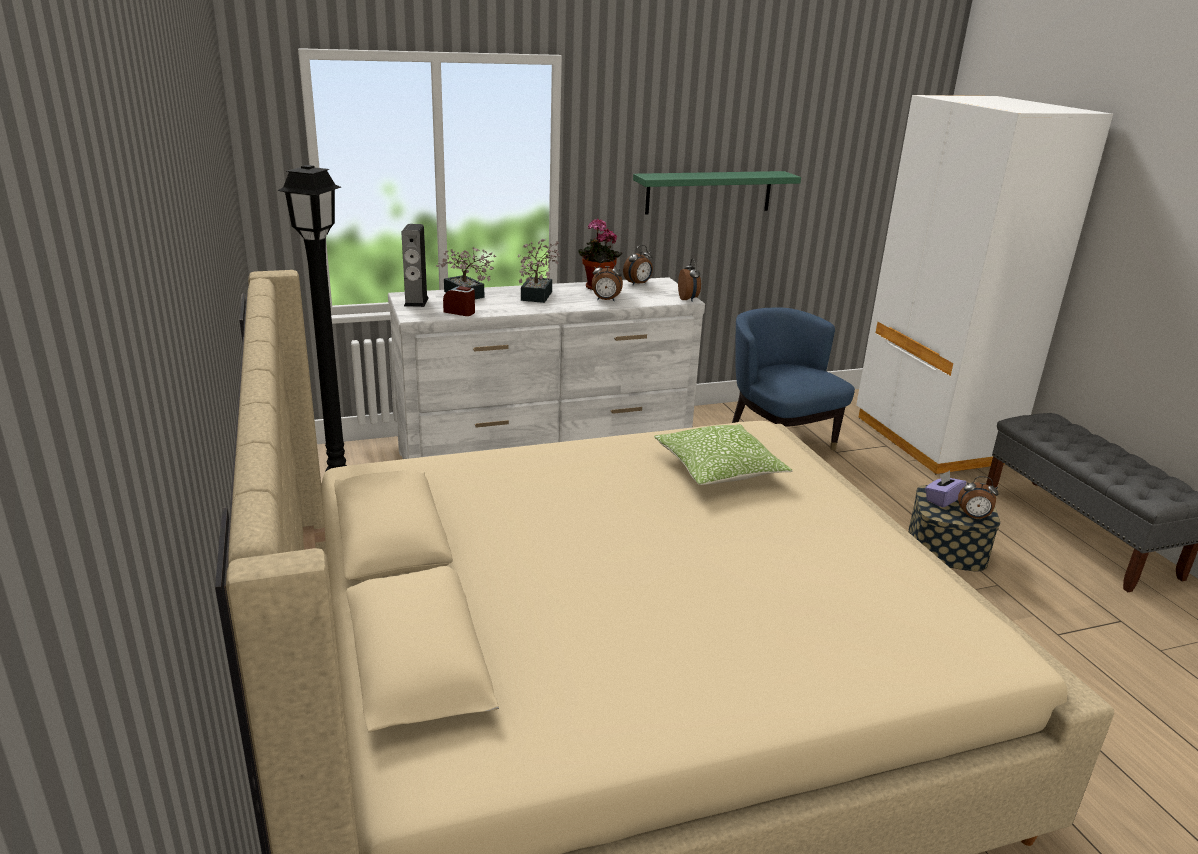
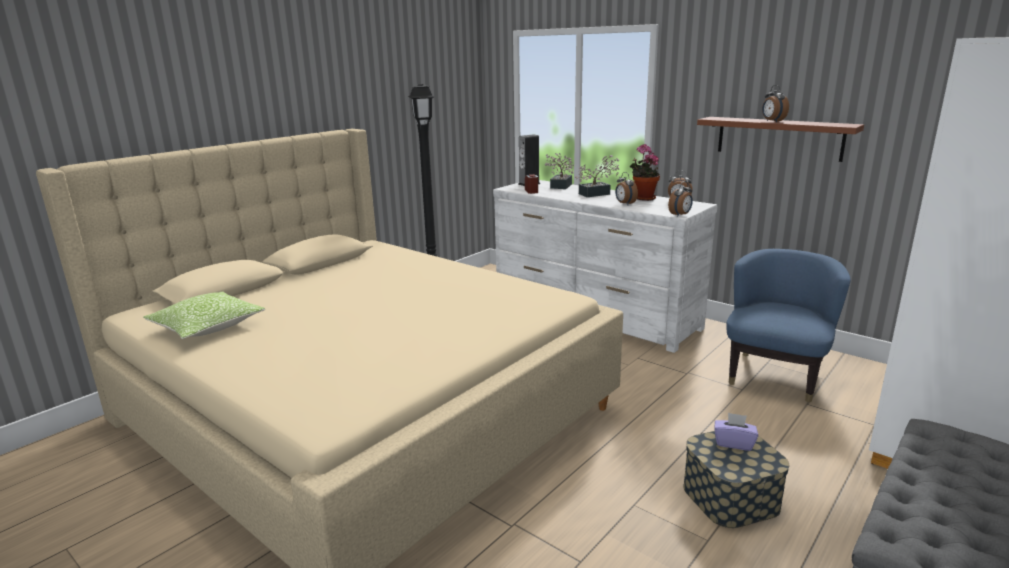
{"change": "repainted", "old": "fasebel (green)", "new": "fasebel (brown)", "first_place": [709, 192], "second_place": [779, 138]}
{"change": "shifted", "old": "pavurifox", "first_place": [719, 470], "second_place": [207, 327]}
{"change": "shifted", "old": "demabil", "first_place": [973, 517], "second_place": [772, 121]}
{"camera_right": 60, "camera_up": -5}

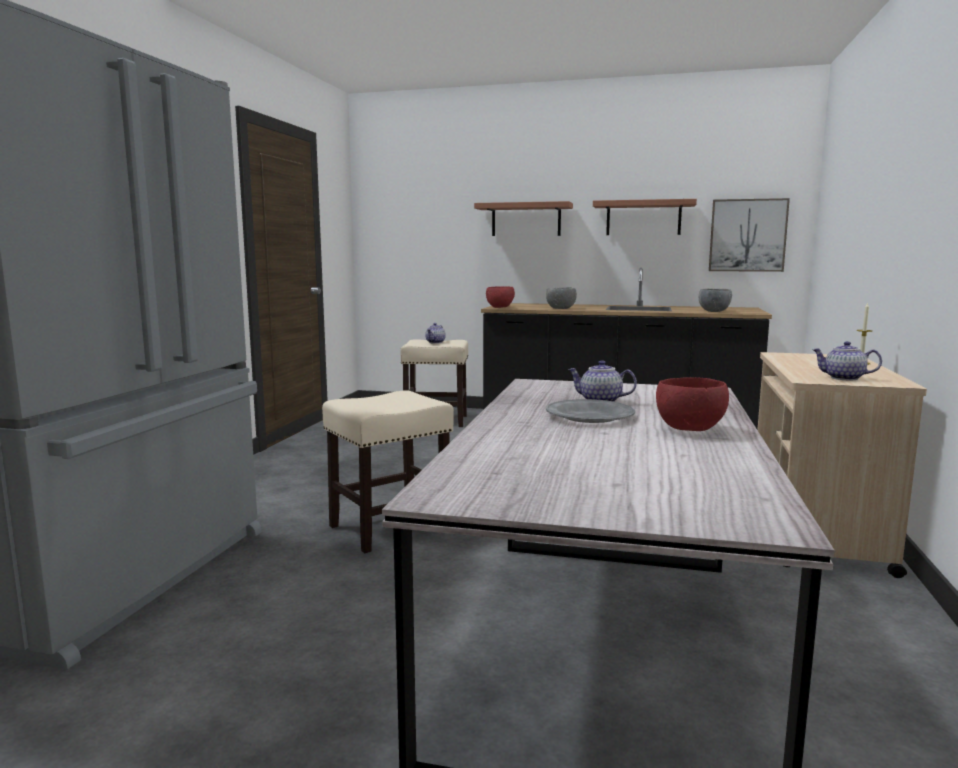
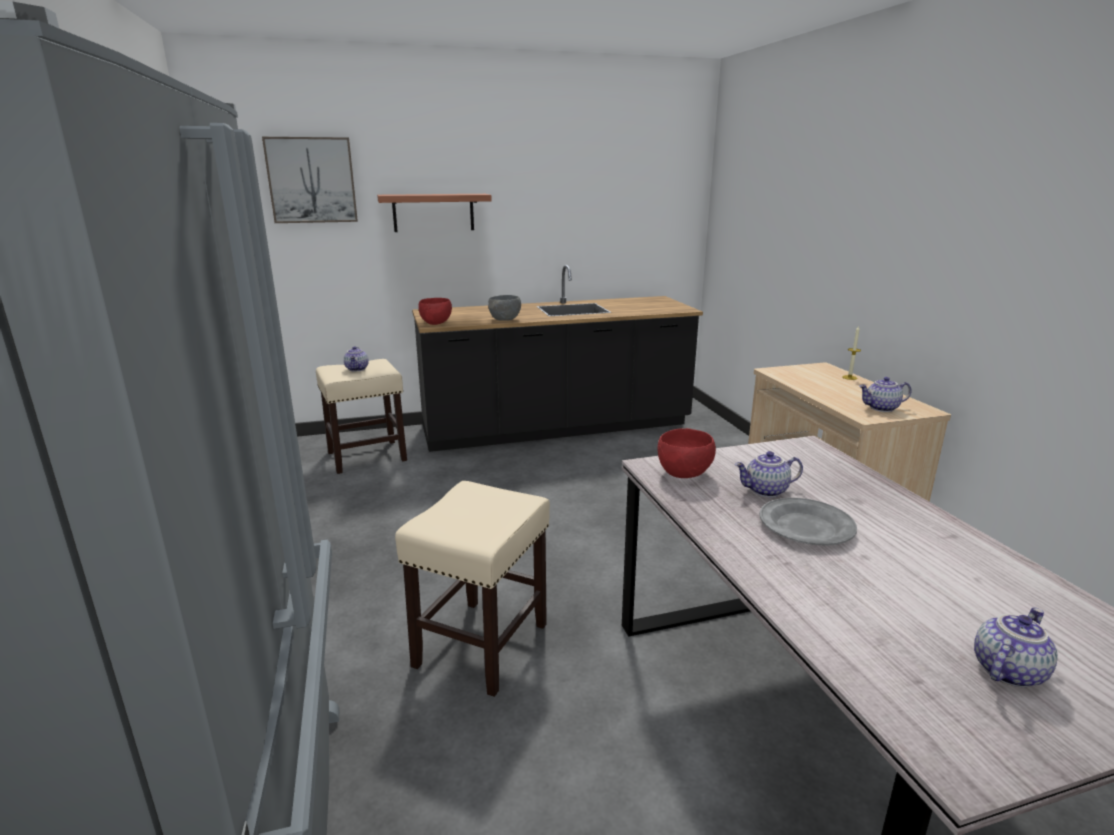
{"change": "gone", "old": "fasebel", "first_place": [643, 218]}
{"change": "shifted", "old": "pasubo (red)", "first_place": [691, 429], "second_place": [685, 474]}
{"change": "gone", "old": "pasubo (grey)", "first_place": [713, 311]}
{"change": "shifted", "old": "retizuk", "first_place": [747, 235], "second_place": [311, 180]}
{"change": "new", "new": "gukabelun", "second_place": [1006, 670]}
{"camera_right": -30, "camera_up": 10}

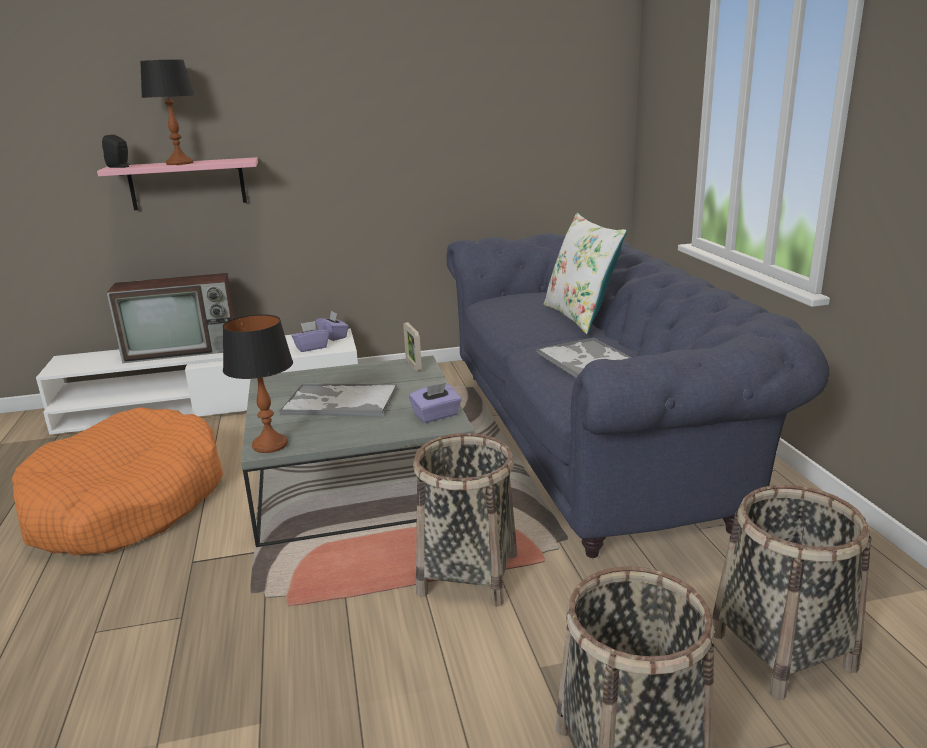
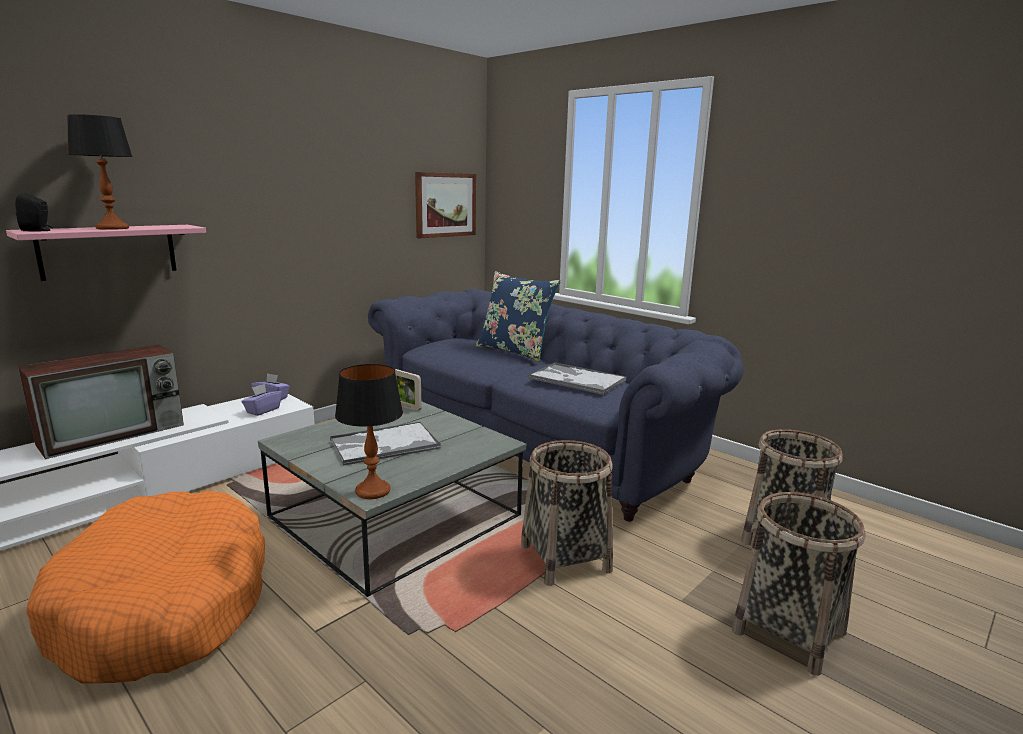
{"change": "gone", "old": "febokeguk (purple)", "first_place": [436, 416]}
{"change": "repainted", "old": "pavurifox (white)", "new": "pavurifox (blue)", "first_place": [580, 316], "second_place": [515, 351]}
{"change": "new", "new": "retizuk", "second_place": [445, 205]}
{"camera_right": -35, "camera_up": -5}

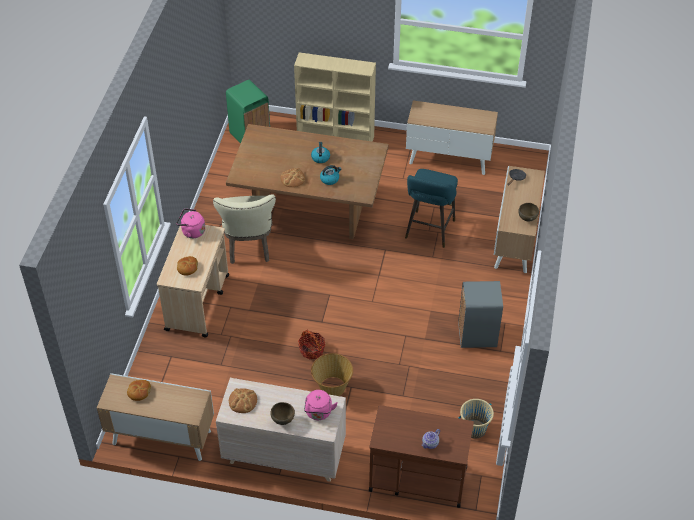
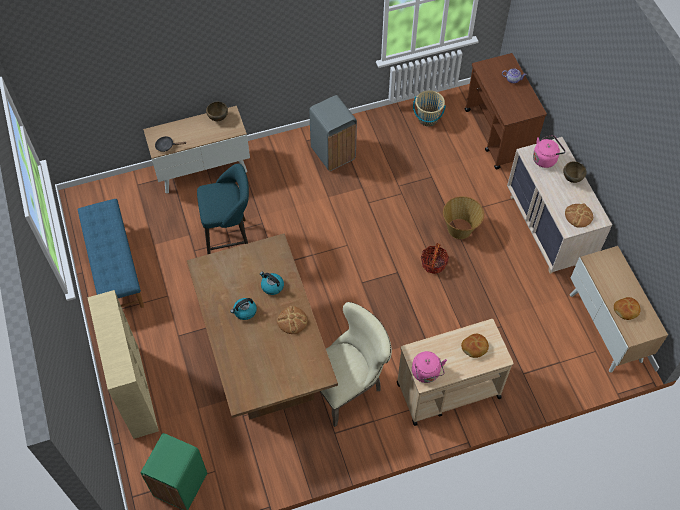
{"change": "swapped", "old": "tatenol", "new": "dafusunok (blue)", "first_place": [449, 158], "second_place": [115, 268]}
{"camera_right": -120, "camera_up": 10}

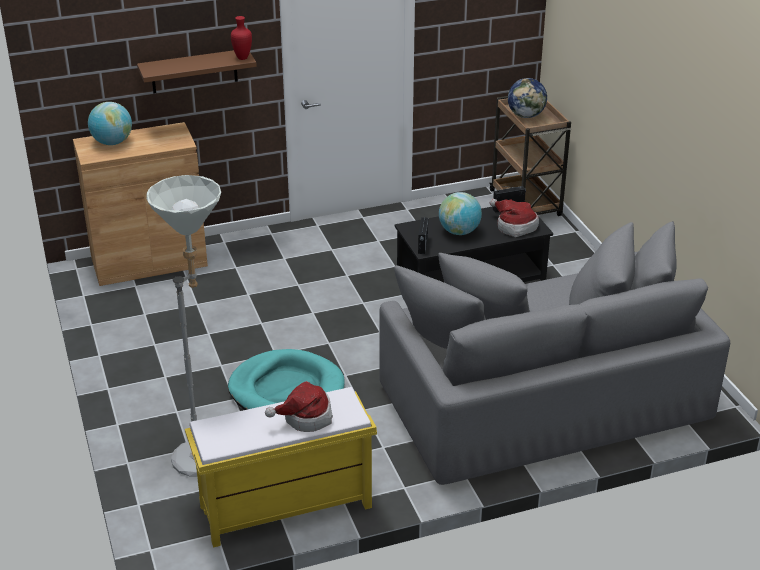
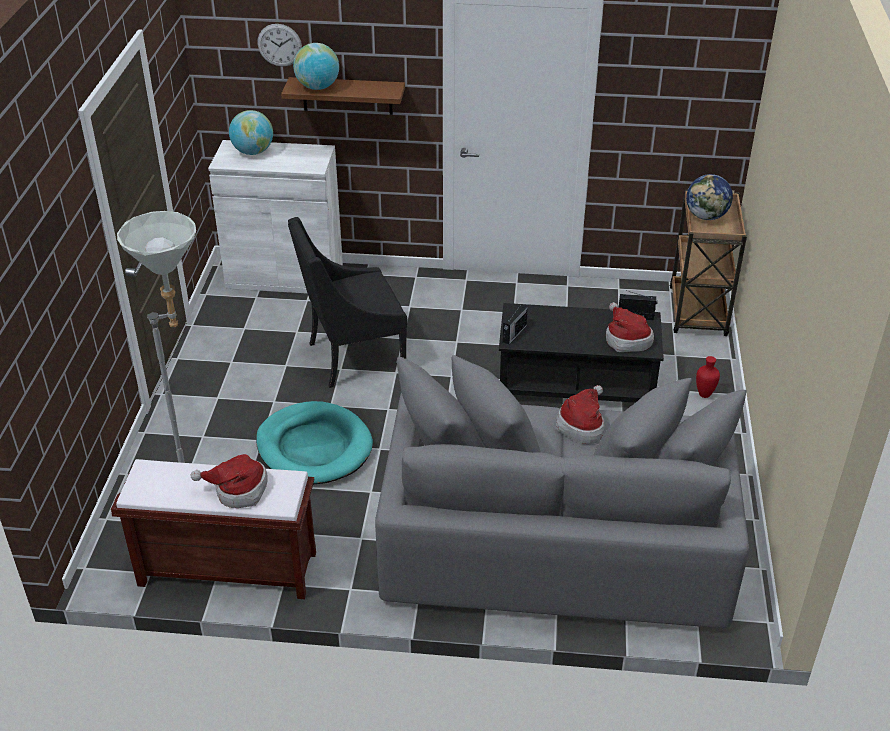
{"change": "repainted", "old": "tatenol (brown)", "new": "tatenol (white)", "first_place": [149, 262], "second_place": [285, 276]}
{"change": "repainted", "old": "dafusunok (yellow)", "new": "dafusunok (brown)", "first_place": [284, 508], "second_place": [226, 569]}
{"change": "shifted", "old": "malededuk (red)", "first_place": [242, 57], "second_place": [704, 394]}
{"change": "shifted", "old": "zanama", "first_place": [459, 232], "second_place": [318, 87]}
{"change": "new", "new": "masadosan", "second_place": [279, 45]}
{"change": "new", "new": "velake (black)", "second_place": [353, 357]}
{"change": "new", "new": "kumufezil", "second_place": [582, 425]}
{"camera_right": 25, "camera_up": 5}

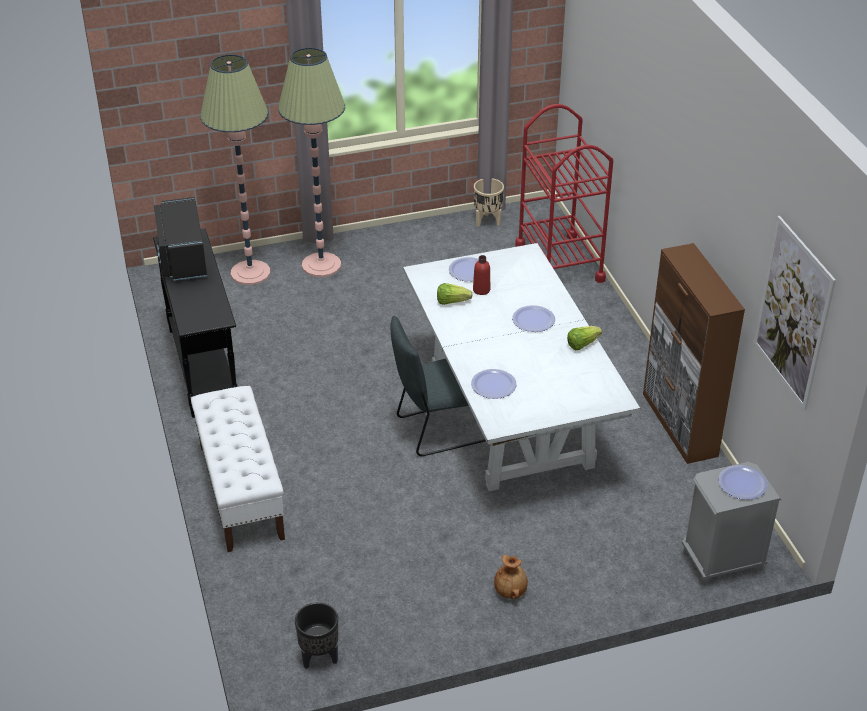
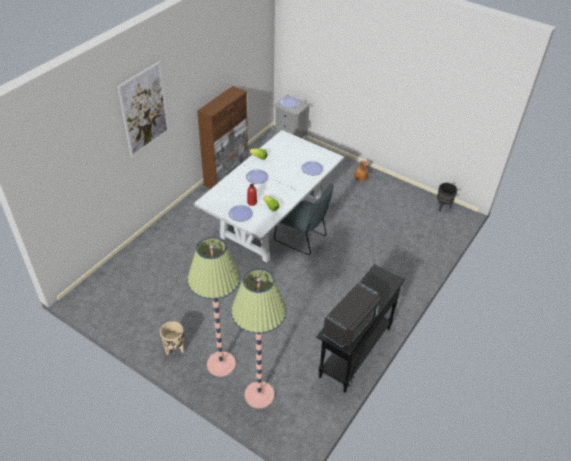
{"change": "gone", "old": "dafusunok (white)", "first_place": [241, 491]}
{"change": "shifted", "old": "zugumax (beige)", "first_place": [487, 221], "second_place": [175, 349]}
{"change": "gone", "old": "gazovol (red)", "first_place": [559, 263]}
{"change": "shifted", "old": "retizuk", "first_place": [793, 313], "second_place": [144, 110]}
{"camera_right": -130, "camera_up": 5}

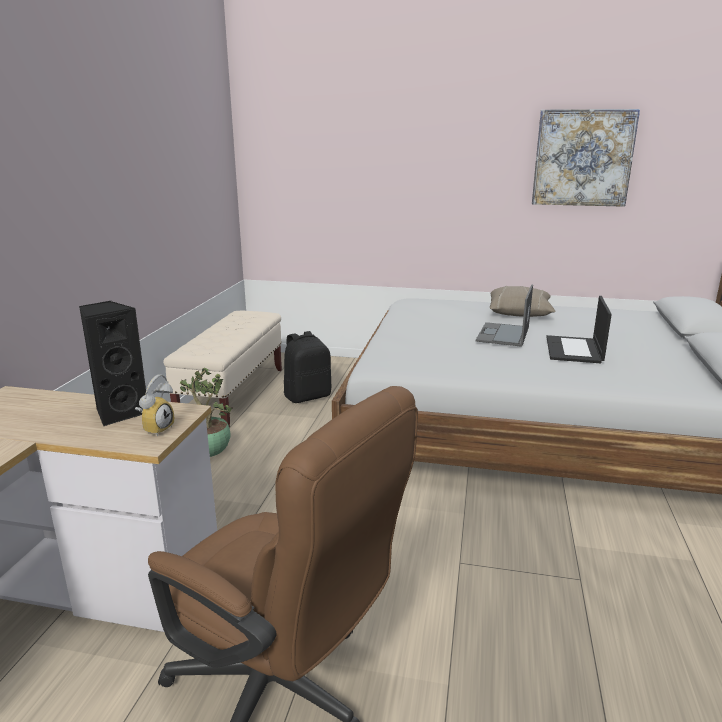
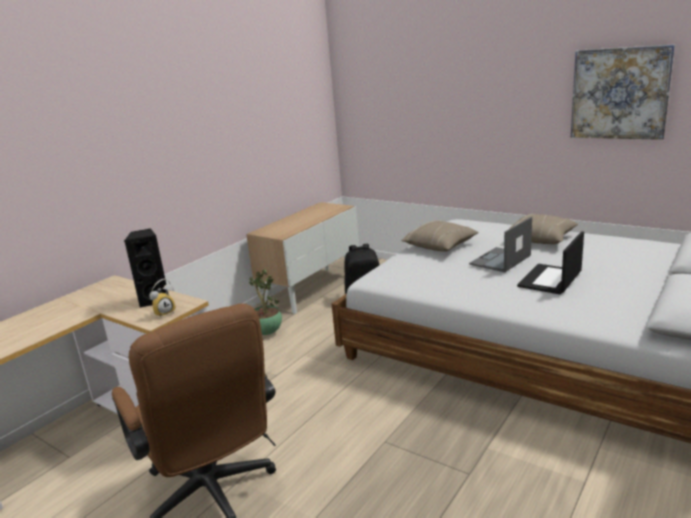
{"change": "swapped", "old": "dafusunok (beige)", "new": "tatenol", "first_place": [233, 394], "second_place": [311, 289]}
{"change": "new", "new": "pavurifox (beige)", "second_place": [440, 246]}
{"camera_right": 25, "camera_up": 0}

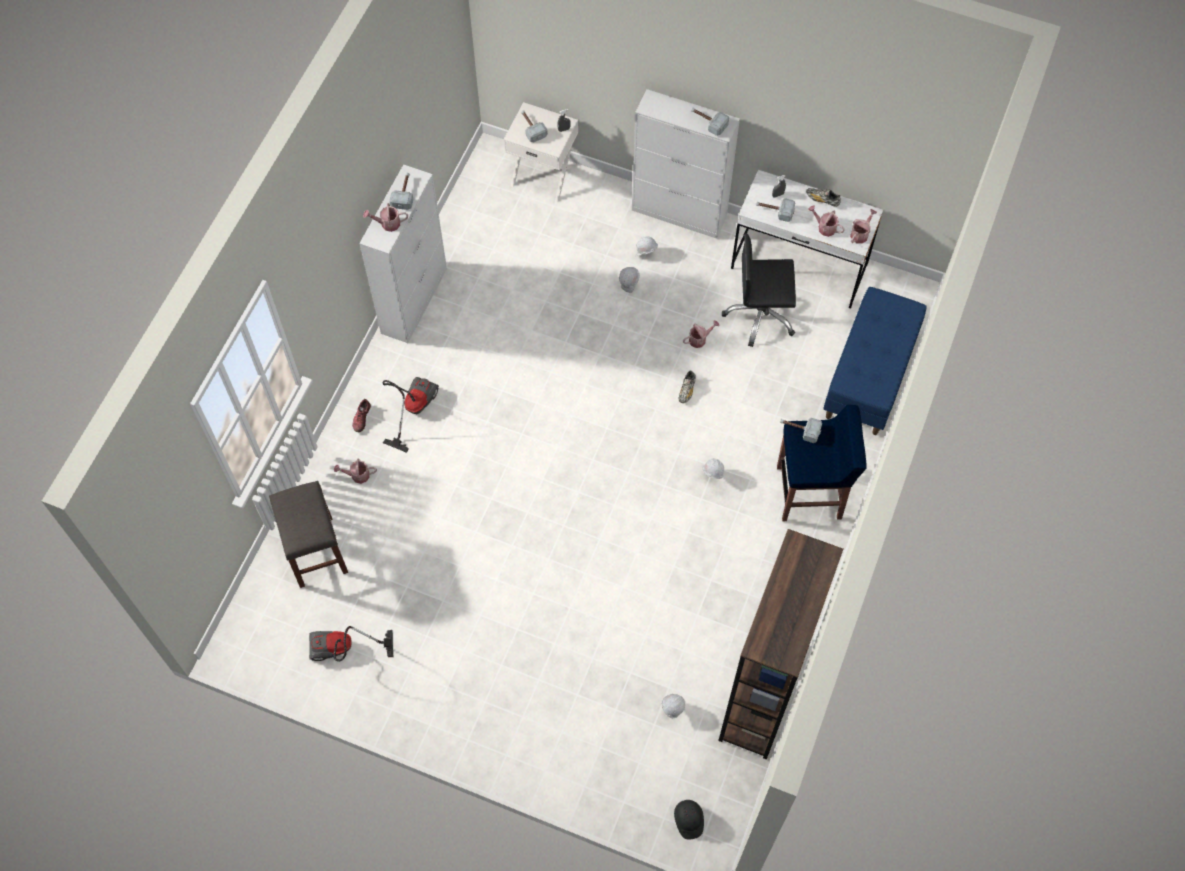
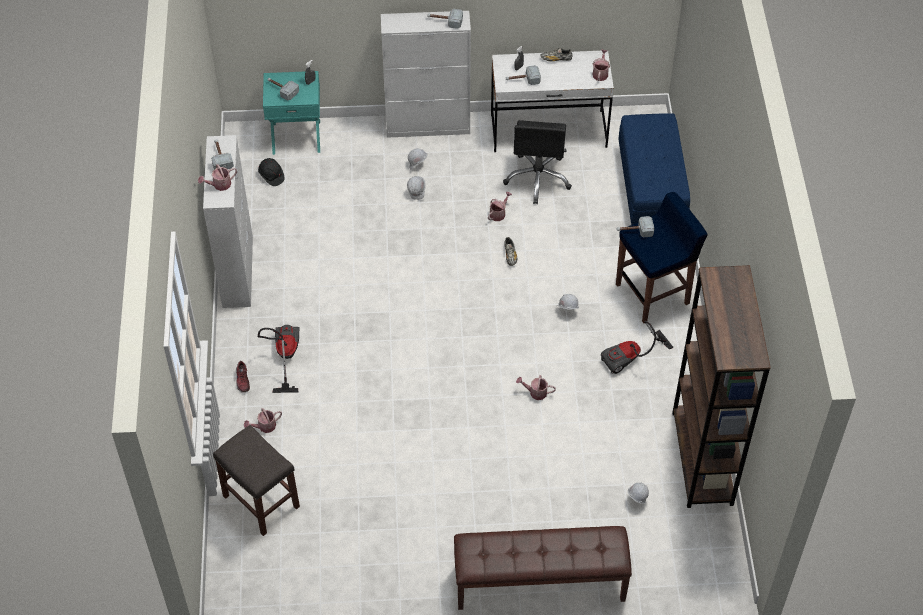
{"change": "shifted", "old": "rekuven", "first_place": [343, 650], "second_place": [632, 358]}
{"change": "repainted", "old": "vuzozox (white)", "new": "vuzozox (turquoise)", "first_place": [543, 175], "second_place": [296, 136]}
{"change": "shifted", "old": "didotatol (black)", "first_place": [688, 820], "second_place": [271, 176]}
{"change": "rotated", "old": "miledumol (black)", "first_place": [760, 315], "second_place": [538, 178], "degrees": -60}
{"change": "shifted", "old": "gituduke", "first_place": [824, 227], "second_place": [535, 392]}
{"change": "new", "new": "dafusunok (brown)", "second_place": [539, 584]}
{"camera_right": -25, "camera_up": -10}

